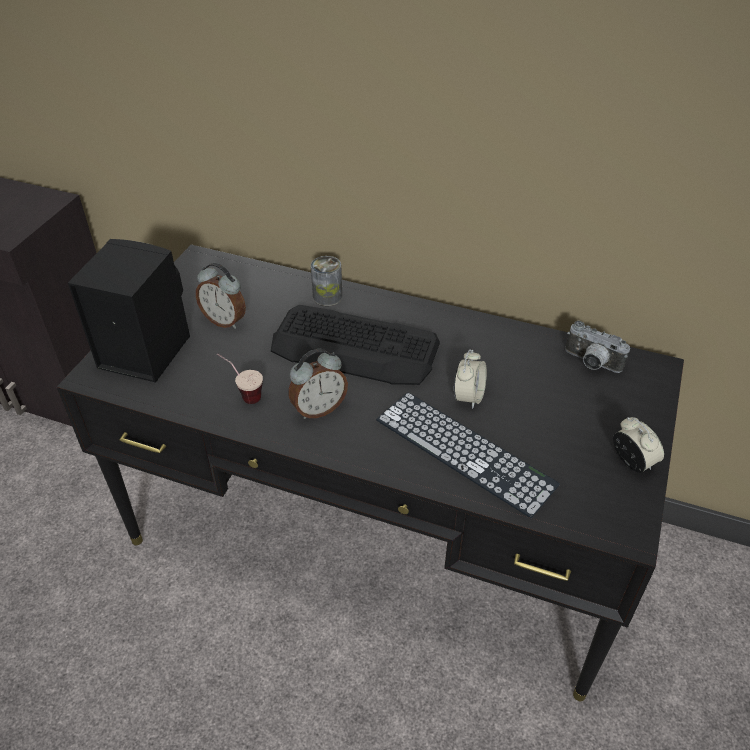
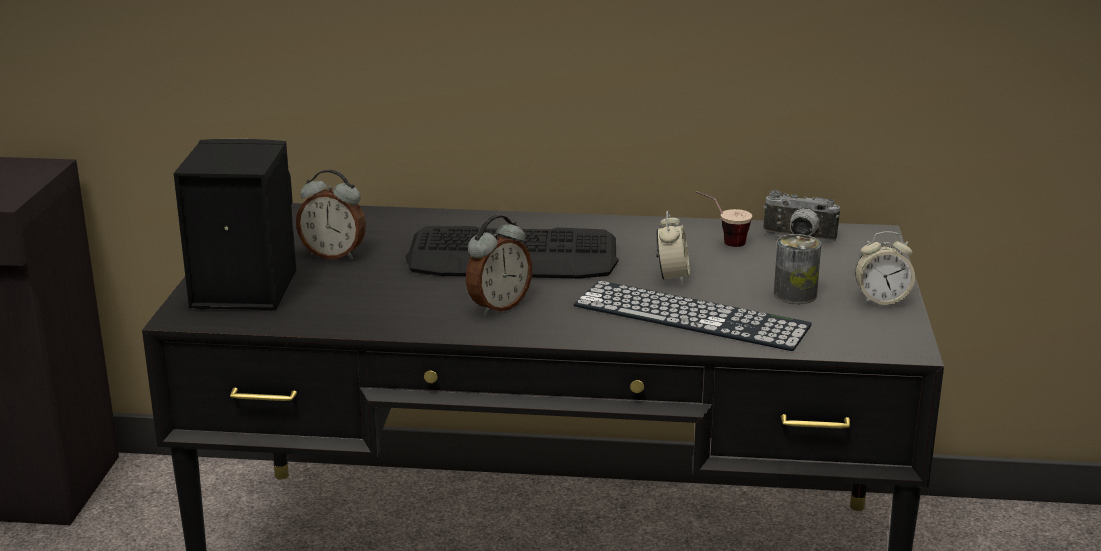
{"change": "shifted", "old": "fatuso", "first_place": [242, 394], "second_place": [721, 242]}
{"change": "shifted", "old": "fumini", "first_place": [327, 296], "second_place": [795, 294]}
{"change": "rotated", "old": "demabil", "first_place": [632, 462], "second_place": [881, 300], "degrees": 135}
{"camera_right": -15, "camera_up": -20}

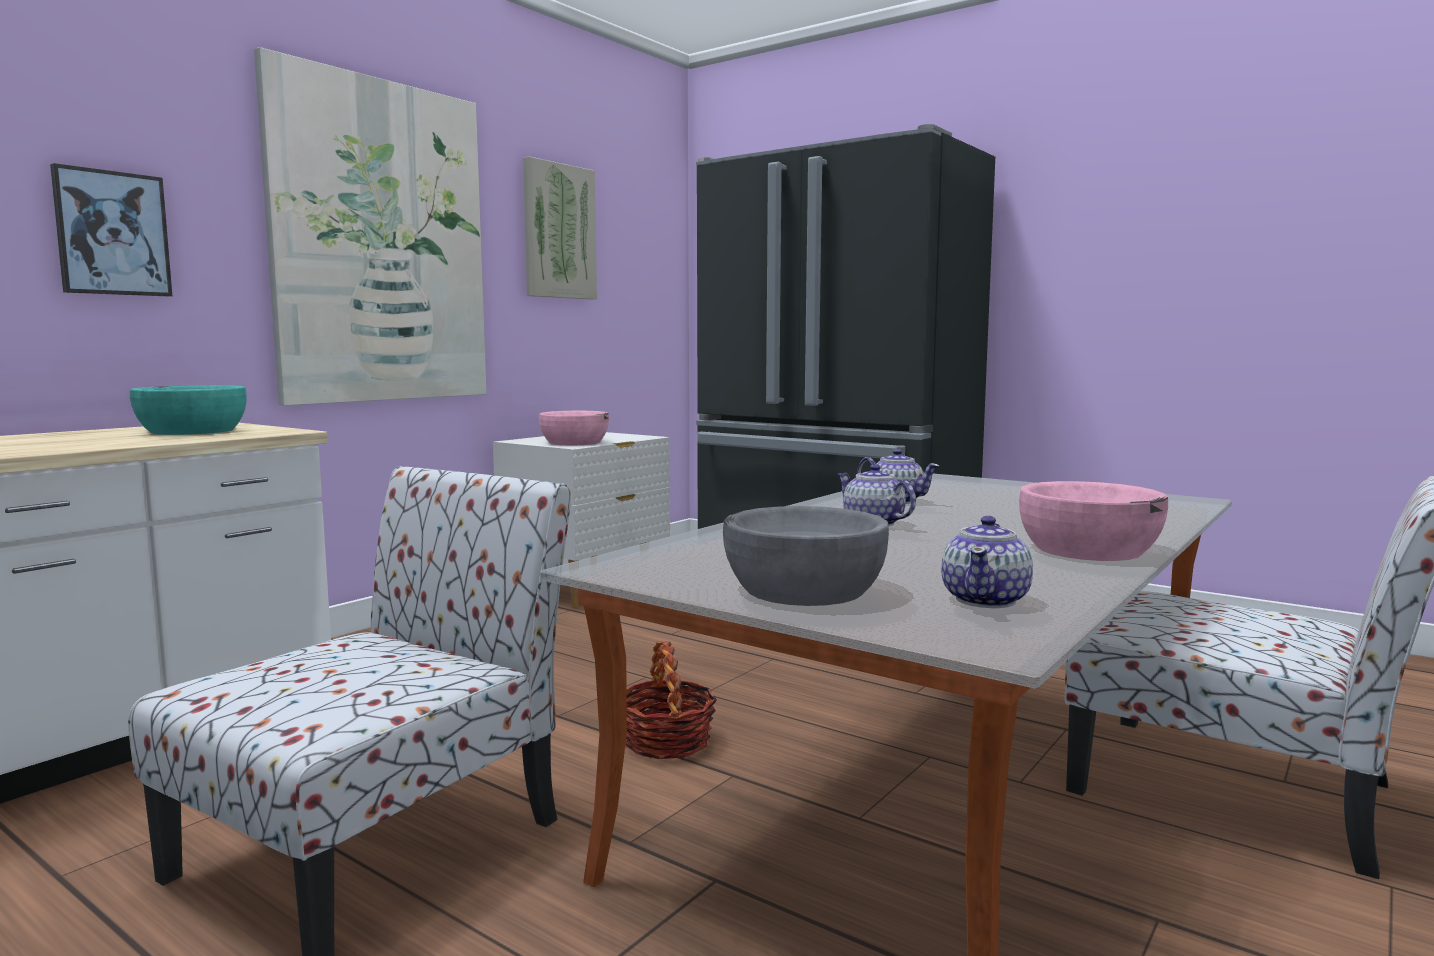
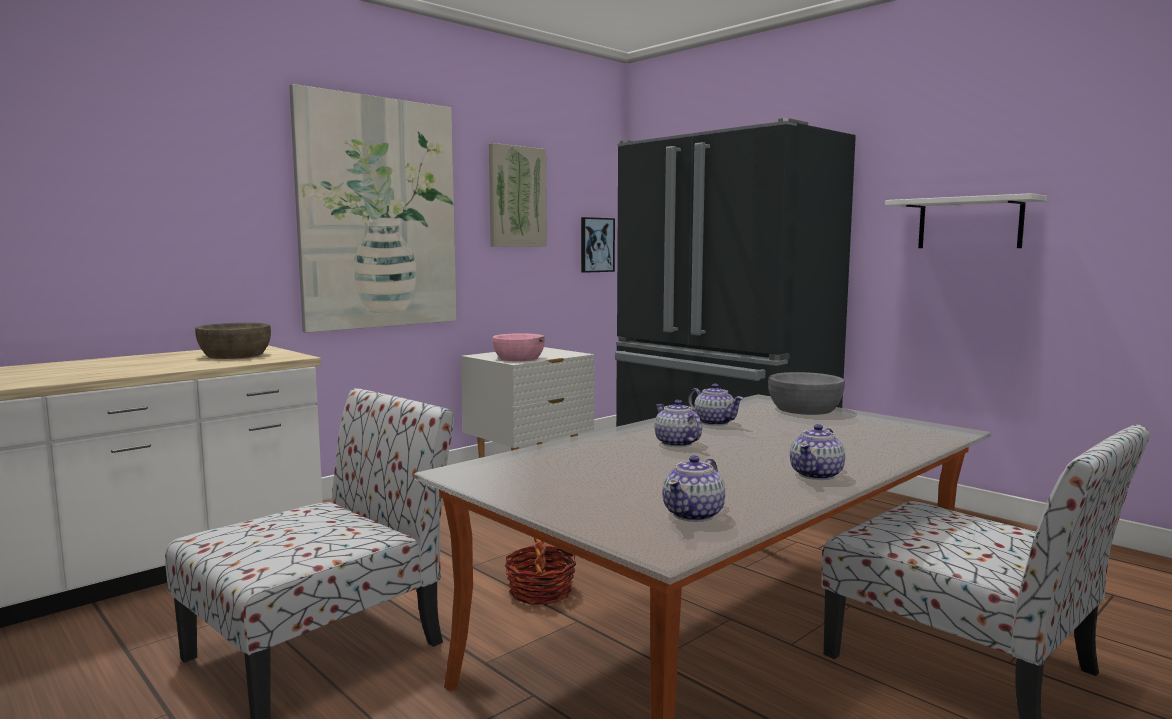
{"change": "shifted", "old": "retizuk", "first_place": [112, 233], "second_place": [596, 245]}
{"change": "repainted", "old": "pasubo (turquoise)", "new": "pasubo (brown)", "first_place": [192, 431], "second_place": [235, 355]}
{"change": "shifted", "old": "pasubo (grey)", "first_place": [804, 589], "second_place": [804, 409]}
{"change": "swapped", "old": "pasubo (pink)", "new": "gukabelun", "first_place": [1088, 549], "second_place": [817, 475]}
{"change": "new", "new": "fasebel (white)", "second_place": [969, 223]}
{"camera_right": 10, "camera_up": 0}

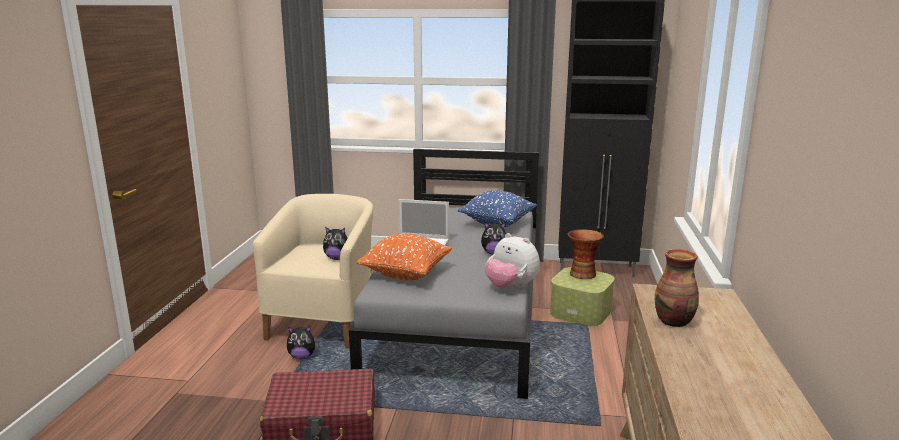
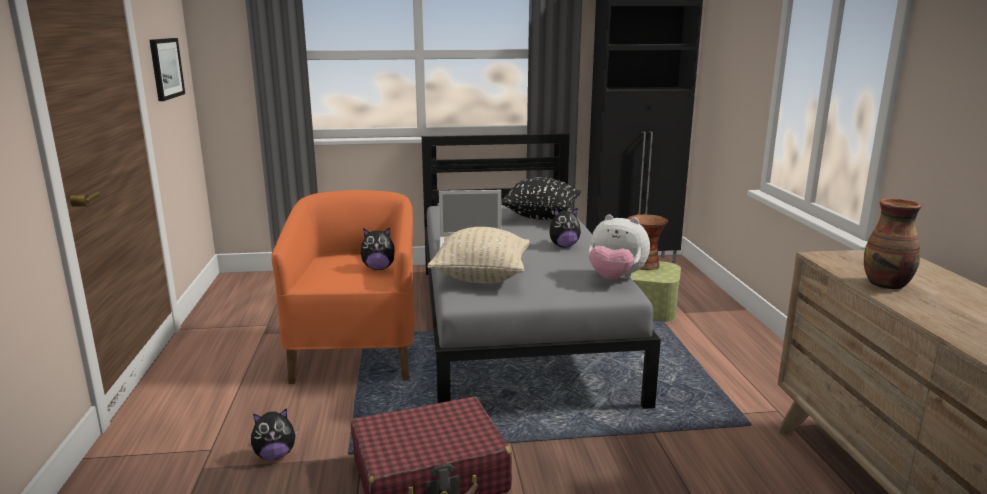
{"change": "repainted", "old": "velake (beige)", "new": "velake (orange)", "first_place": [325, 323], "second_place": [357, 354]}
{"change": "shifted", "old": "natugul", "first_place": [302, 356], "second_place": [275, 455]}
{"change": "repainted", "old": "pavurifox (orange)", "new": "pavurifox (beige)", "first_place": [406, 274], "second_place": [481, 277]}
{"change": "repainted", "old": "pavurifox (blue)", "new": "pavurifox (black)", "first_place": [497, 223], "second_place": [540, 216]}
{"change": "new", "new": "retizuk", "second_place": [165, 68]}
{"camera_right": -15, "camera_up": 0}

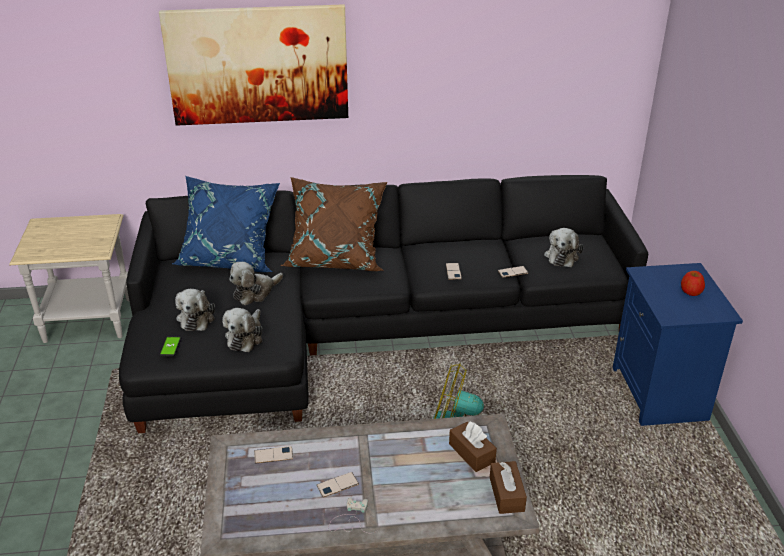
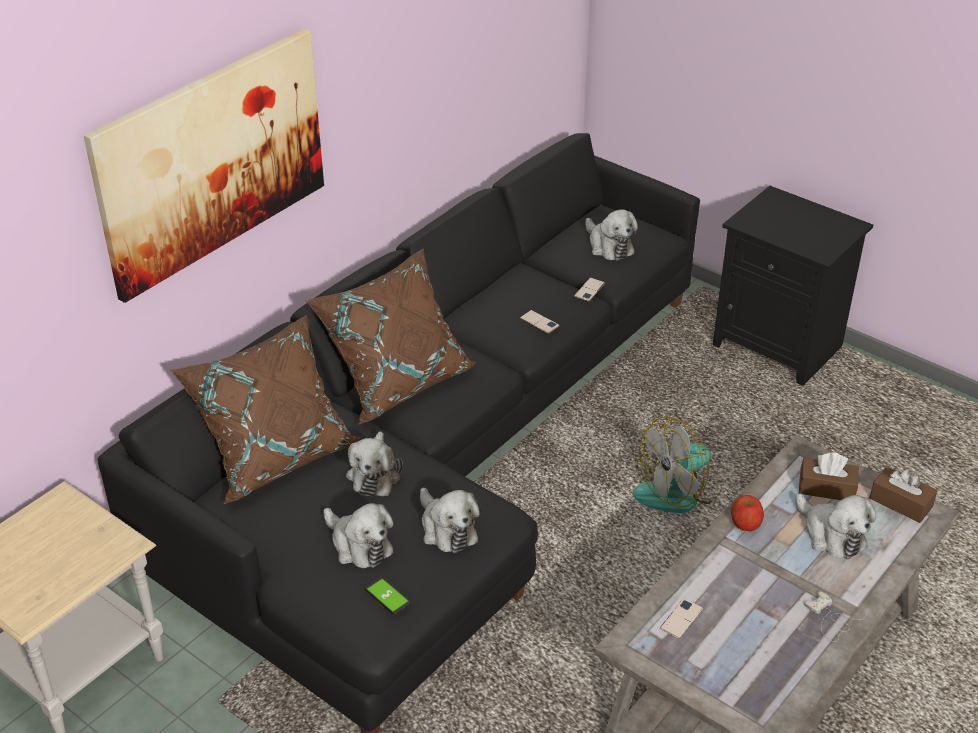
{"change": "repainted", "old": "pavurifox (blue)", "new": "pavurifox (brown)", "first_place": [230, 258], "second_place": [275, 454]}
{"change": "gone", "old": "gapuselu", "first_place": [337, 485]}
{"change": "repainted", "old": "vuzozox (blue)", "new": "vuzozox (black)", "first_place": [661, 395], "second_place": [779, 346]}
{"change": "shifted", "old": "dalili", "first_place": [691, 291], "second_place": [745, 522]}
{"change": "new", "new": "natugul", "second_place": [831, 534]}
{"camera_right": -45, "camera_up": 5}

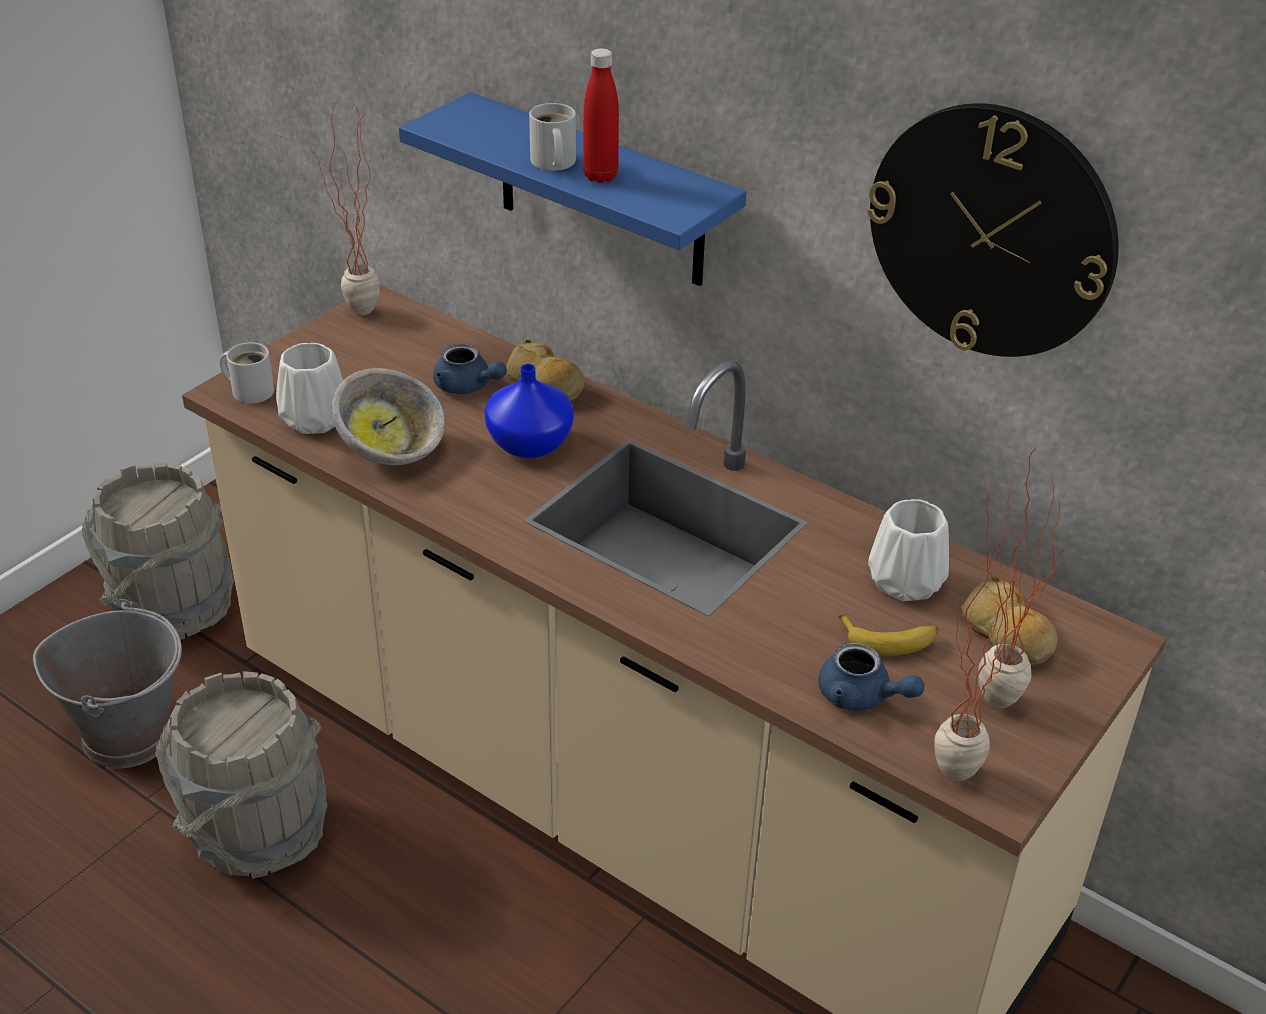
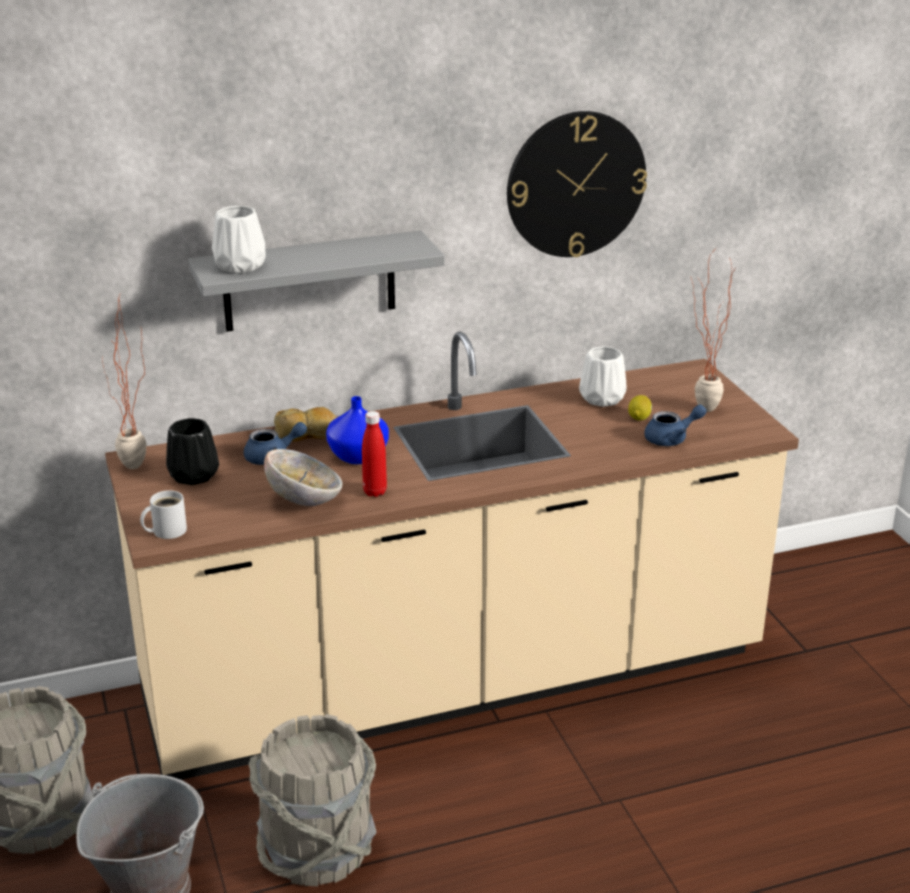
{"change": "shifted", "old": "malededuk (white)", "first_place": [315, 417], "second_place": [238, 265]}
{"change": "repainted", "old": "fasebel (blue)", "new": "fasebel (grey)", "first_place": [601, 192], "second_place": [309, 281]}
{"change": "gone", "old": "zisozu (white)", "first_place": [552, 163]}
{"change": "shifted", "old": "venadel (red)", "first_place": [600, 176], "second_place": [375, 492]}
{"change": "swapped", "old": "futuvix", "new": "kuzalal", "first_place": [890, 640], "second_place": [639, 418]}
{"change": "gone", "old": "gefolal", "first_place": [946, 783]}
{"change": "gone", "old": "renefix", "first_place": [1007, 636]}
{"change": "new", "new": "malededuk (black)", "second_place": [192, 475]}
{"camera_right": -55, "camera_up": -10}

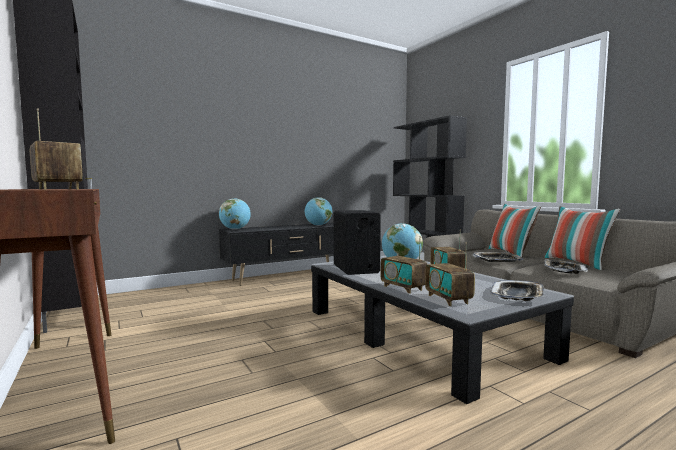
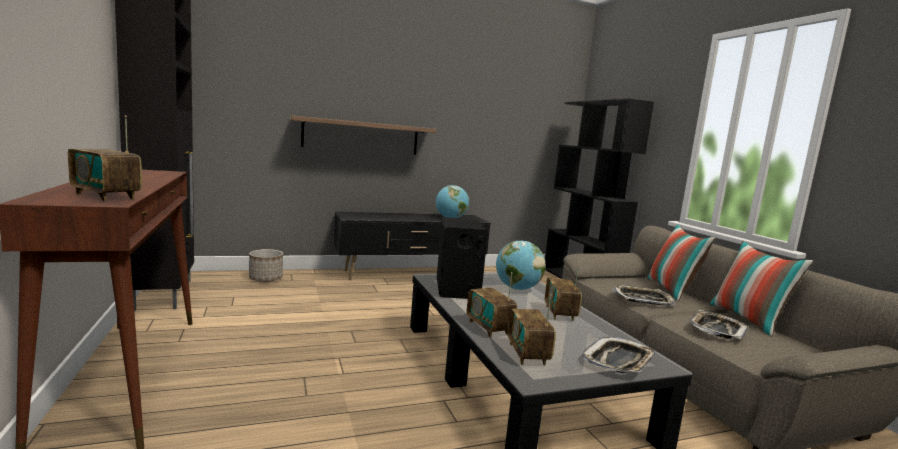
{"change": "rotated", "old": "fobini", "first_place": [57, 189], "second_place": [106, 196], "degrees": 150}
{"change": "gone", "old": "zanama", "first_place": [235, 229]}
{"change": "new", "new": "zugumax", "second_place": [266, 278]}
{"change": "new", "new": "fasebel", "second_place": [361, 136]}
{"camera_right": 10, "camera_up": 5}

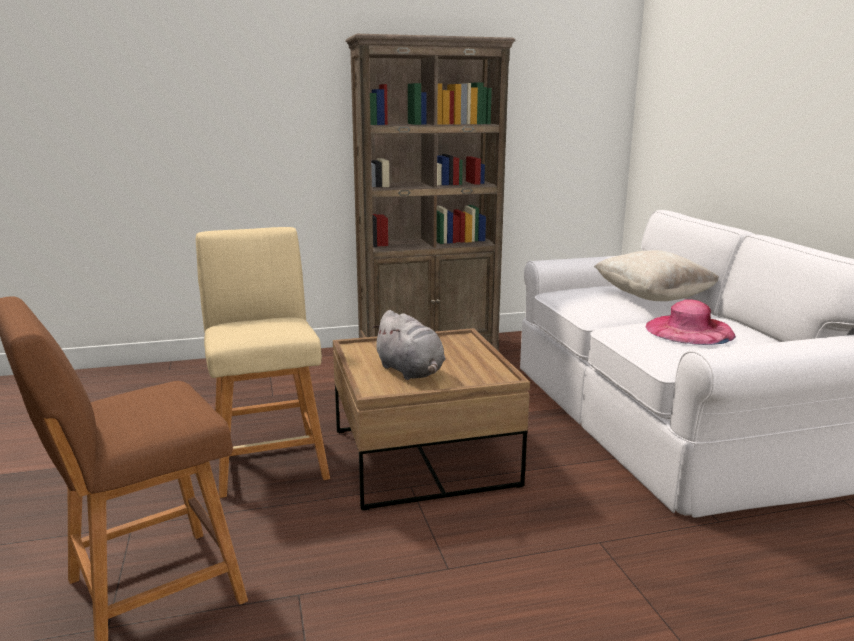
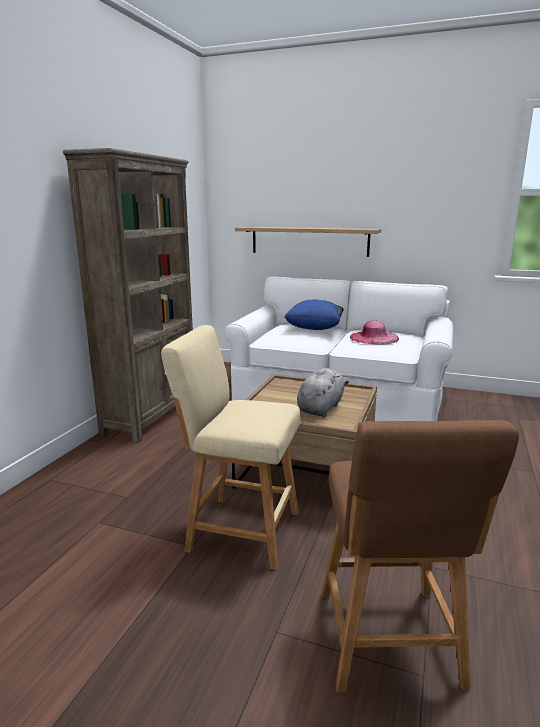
{"change": "rotated", "old": "natugul (grey)", "first_place": [411, 372], "second_place": [321, 408], "degrees": -60}
{"change": "repainted", "old": "pavurifox (beige)", "new": "pavurifox (blue)", "first_place": [652, 298], "second_place": [314, 329]}
{"change": "new", "new": "fasebel", "second_place": [309, 241]}
{"camera_right": -55, "camera_up": 0}

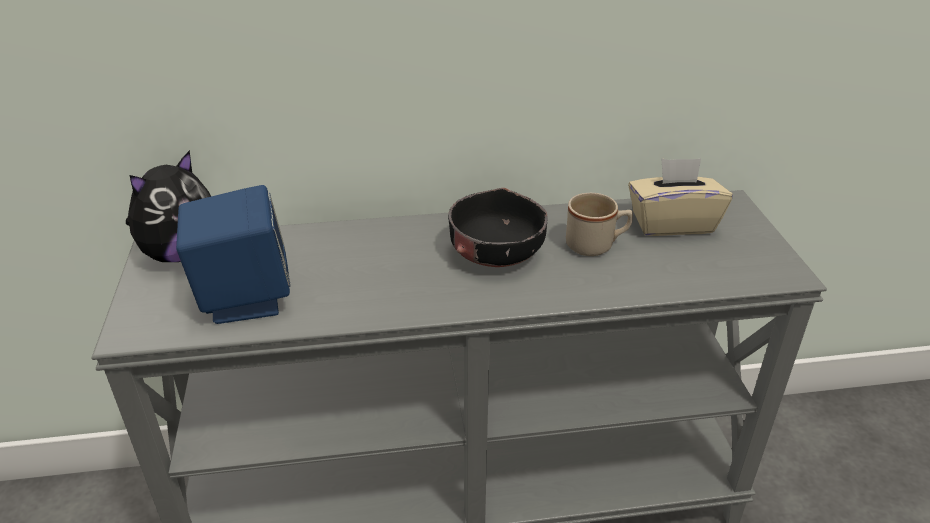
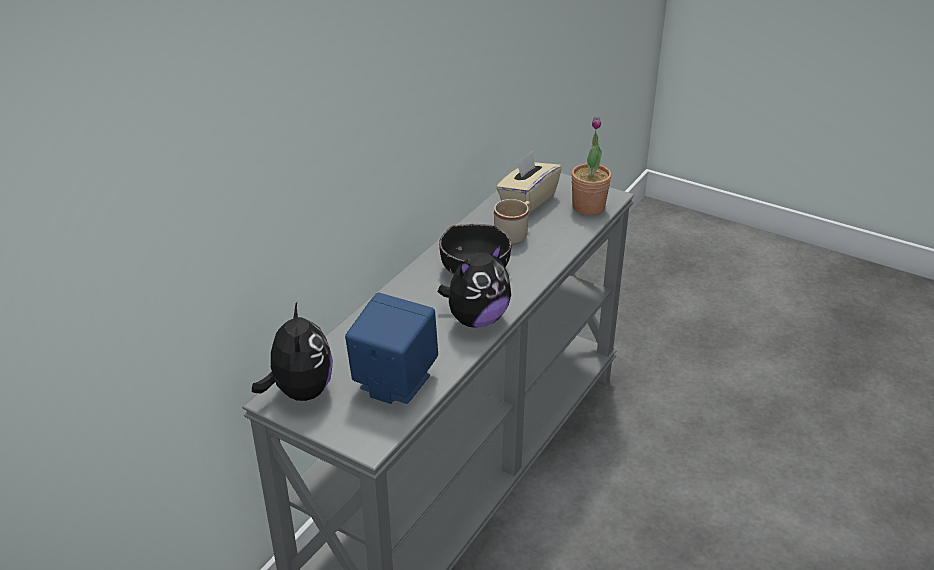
{"change": "new", "new": "natugul", "second_place": [476, 319]}
{"change": "new", "new": "gefolal", "second_place": [588, 207]}
{"camera_right": -50, "camera_up": 0}

